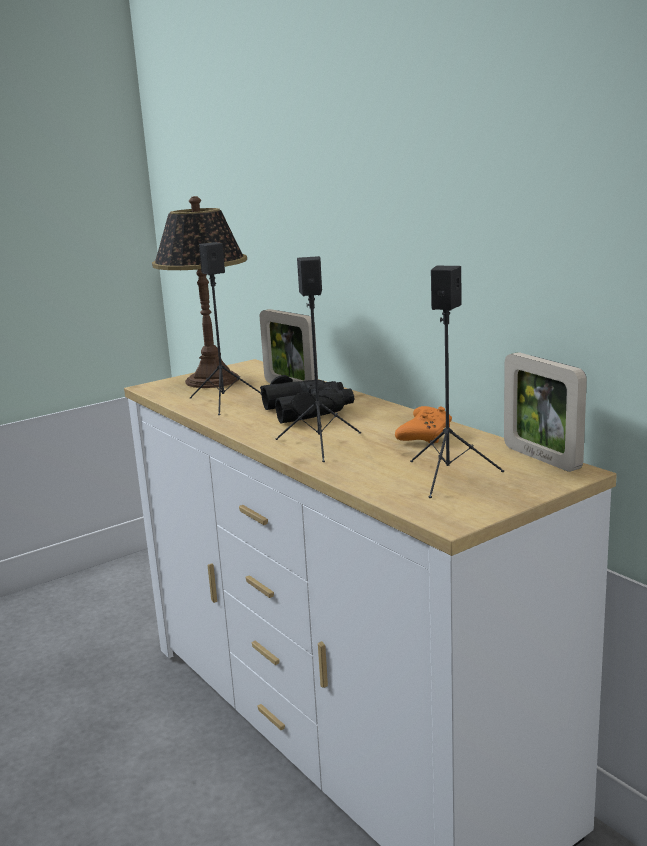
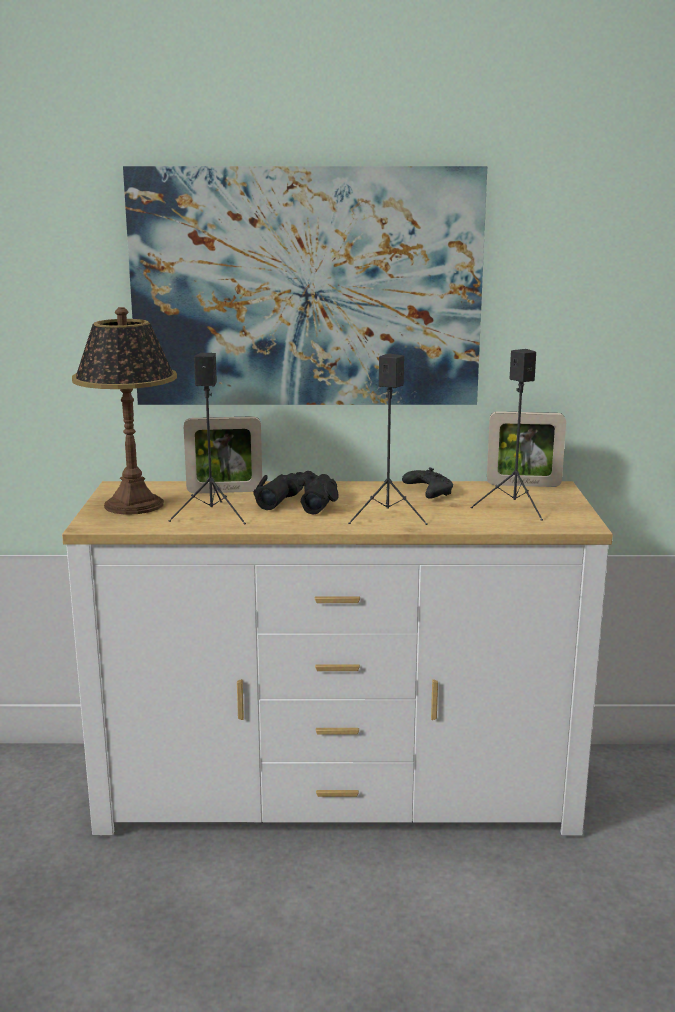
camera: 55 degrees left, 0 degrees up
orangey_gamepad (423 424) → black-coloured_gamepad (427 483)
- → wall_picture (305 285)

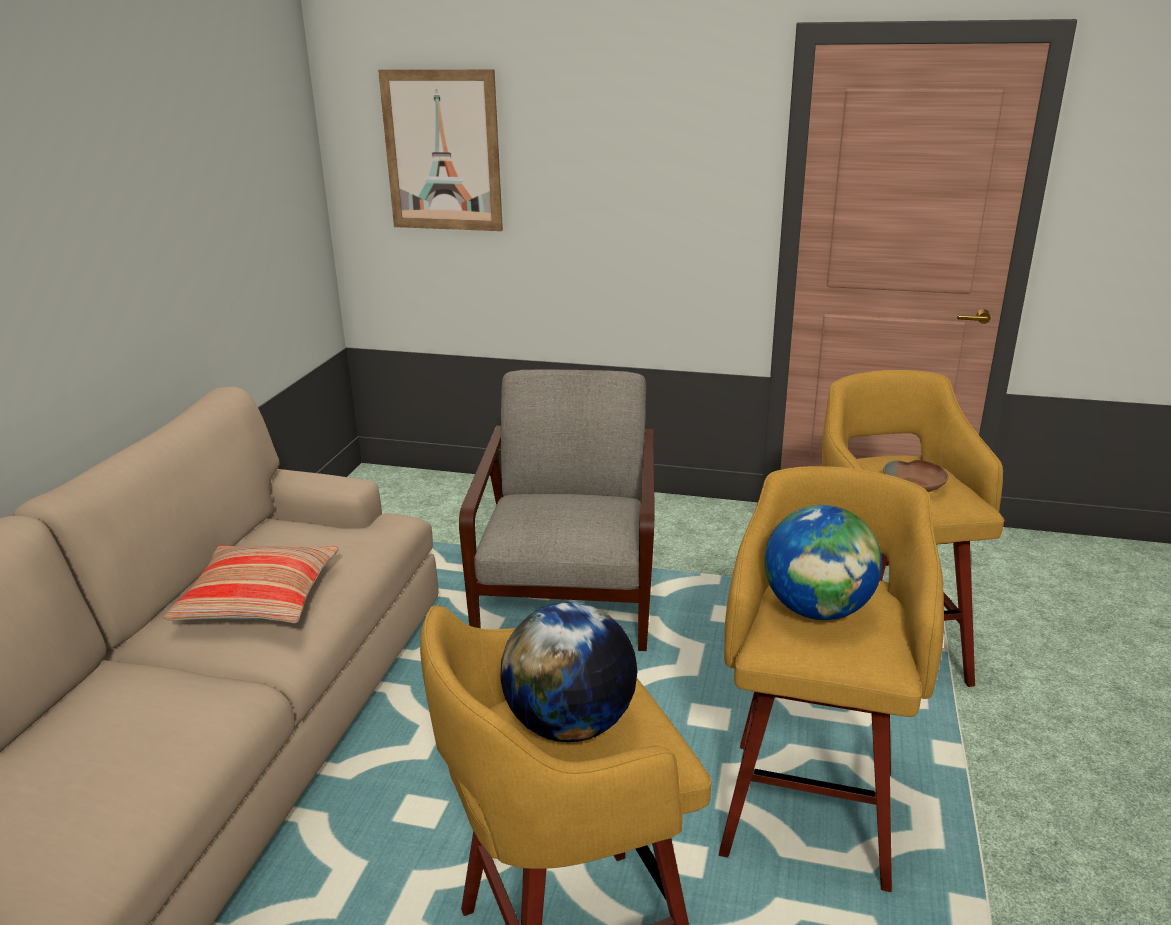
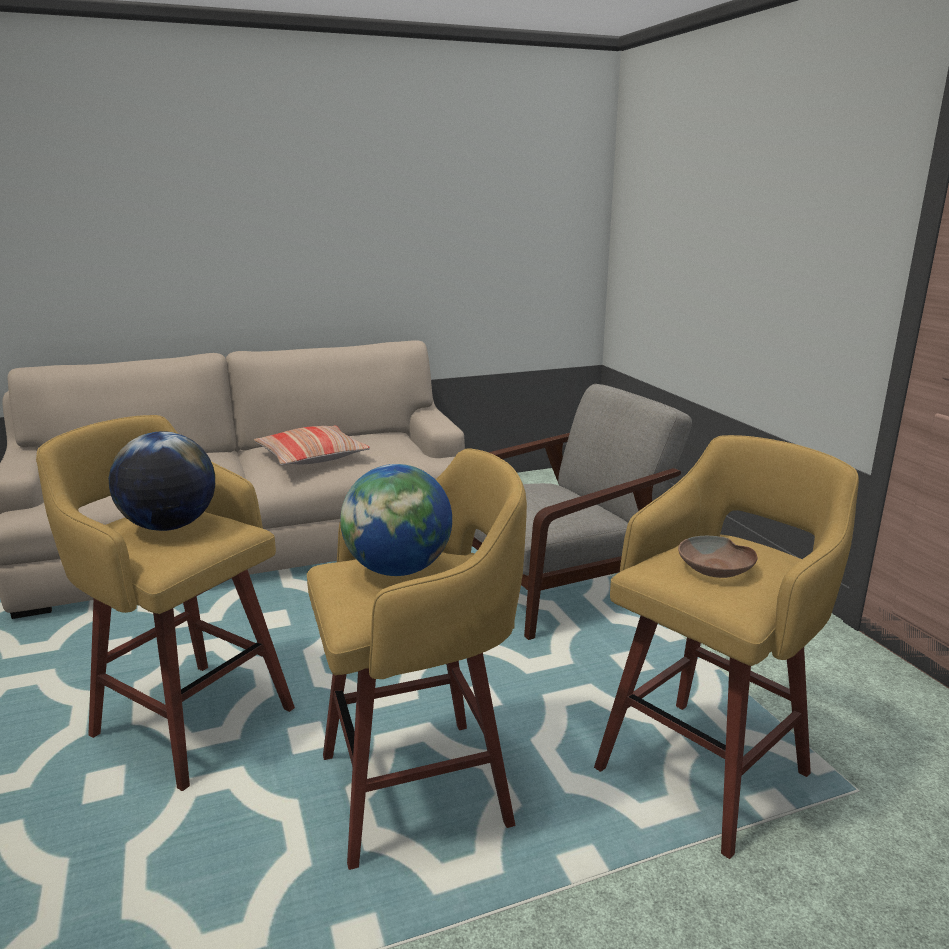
camera: 55 degrees right, 5 degrees down
wall_picture (440 150) → -

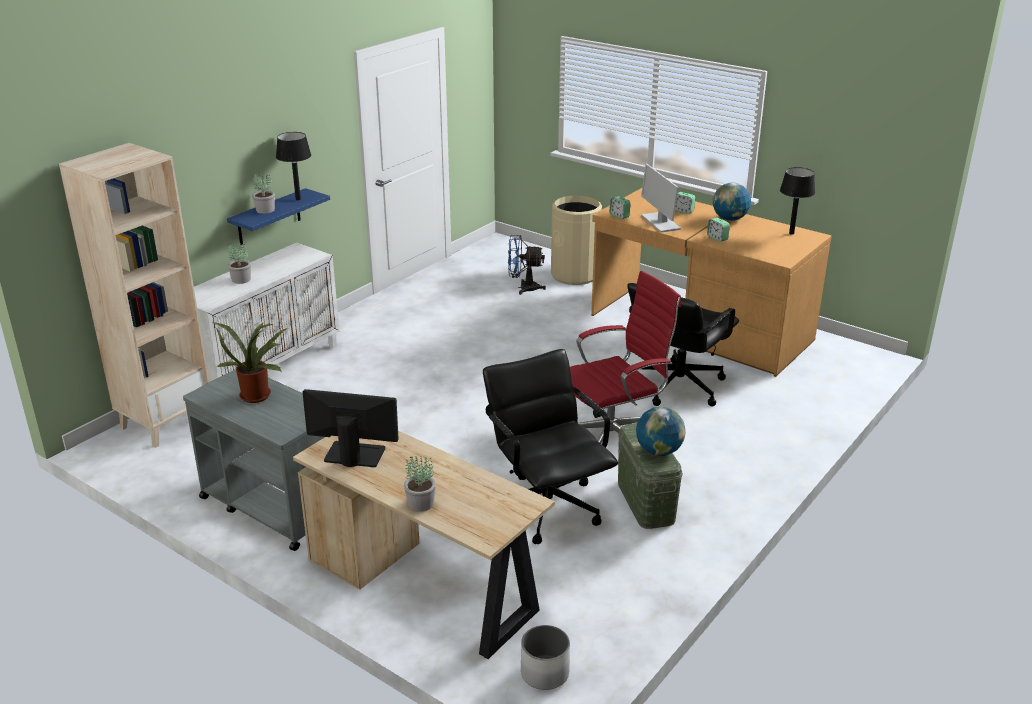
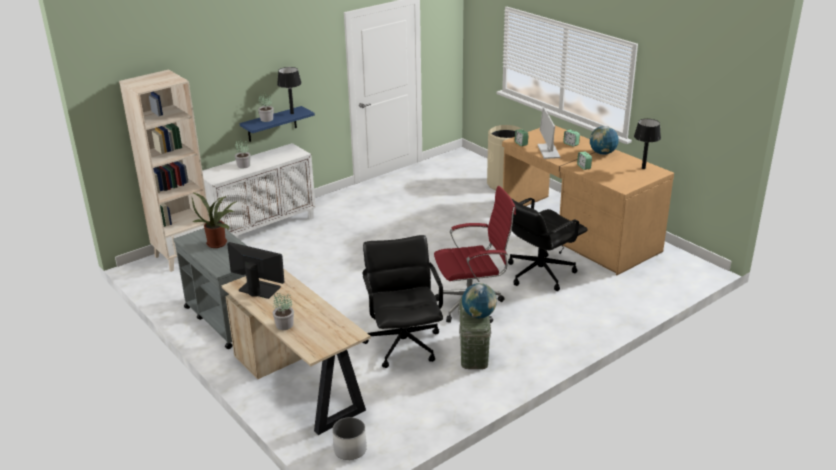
camera: 15 degrees right, 0 degrees up
blue_electric_fan (527 265) → -

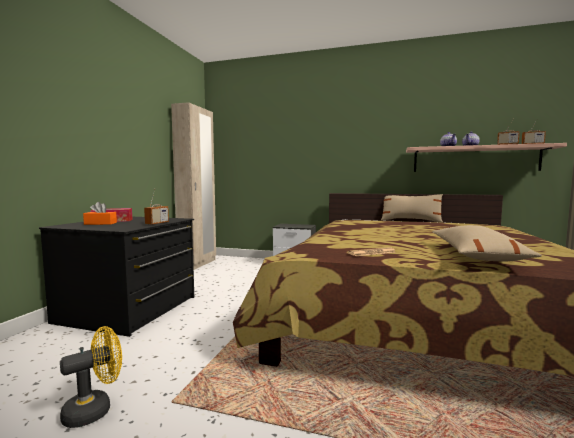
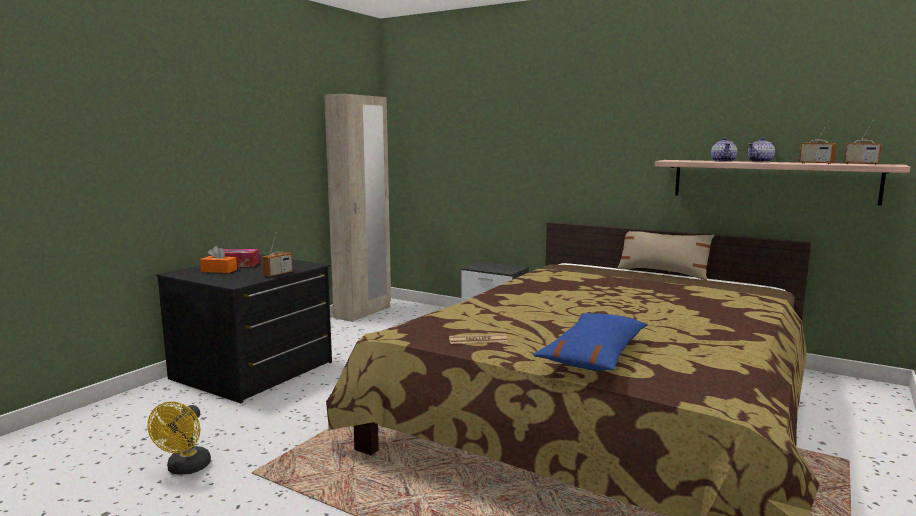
camera: 15 degrees right, 5 degrees up
yellow-coloured_electric_fan (91 377) → yellow-coloured_electric_fan (179 438), 120 degrees clockwise
beige_throw_pillow (487 243) → blue_throw_pillow (590 341)

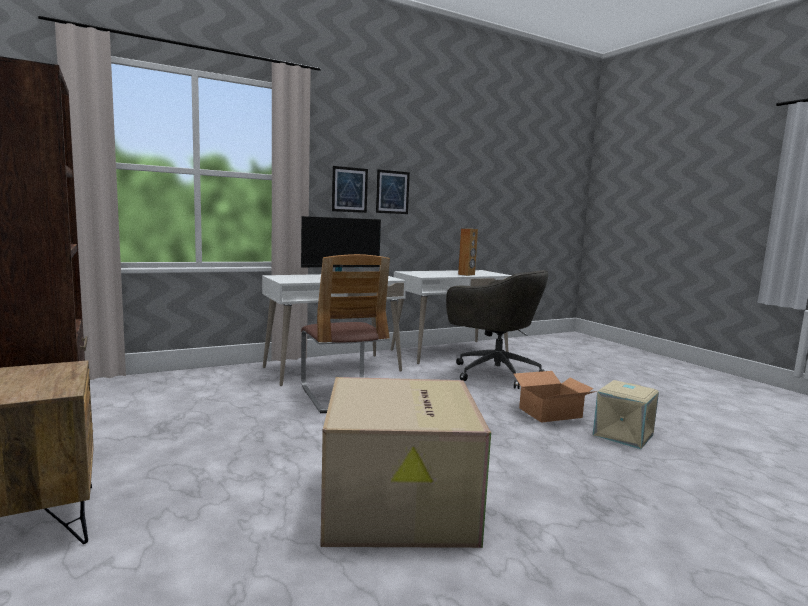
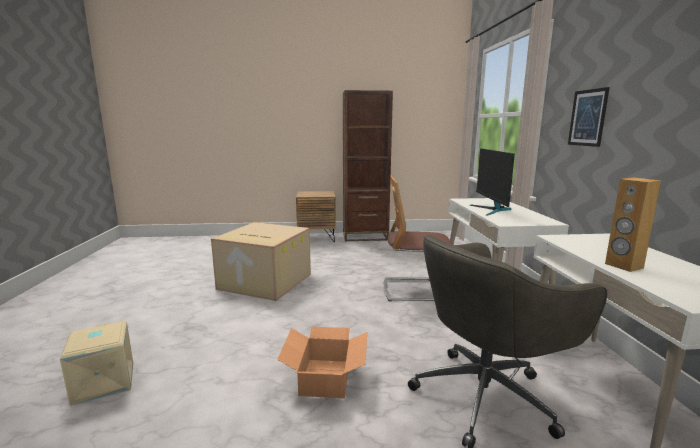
camera: 115 degrees right, 5 degrees up
wall_picture (393 191) → -
beige_storage_container (626 414) → beige_storage_container (96 363), move

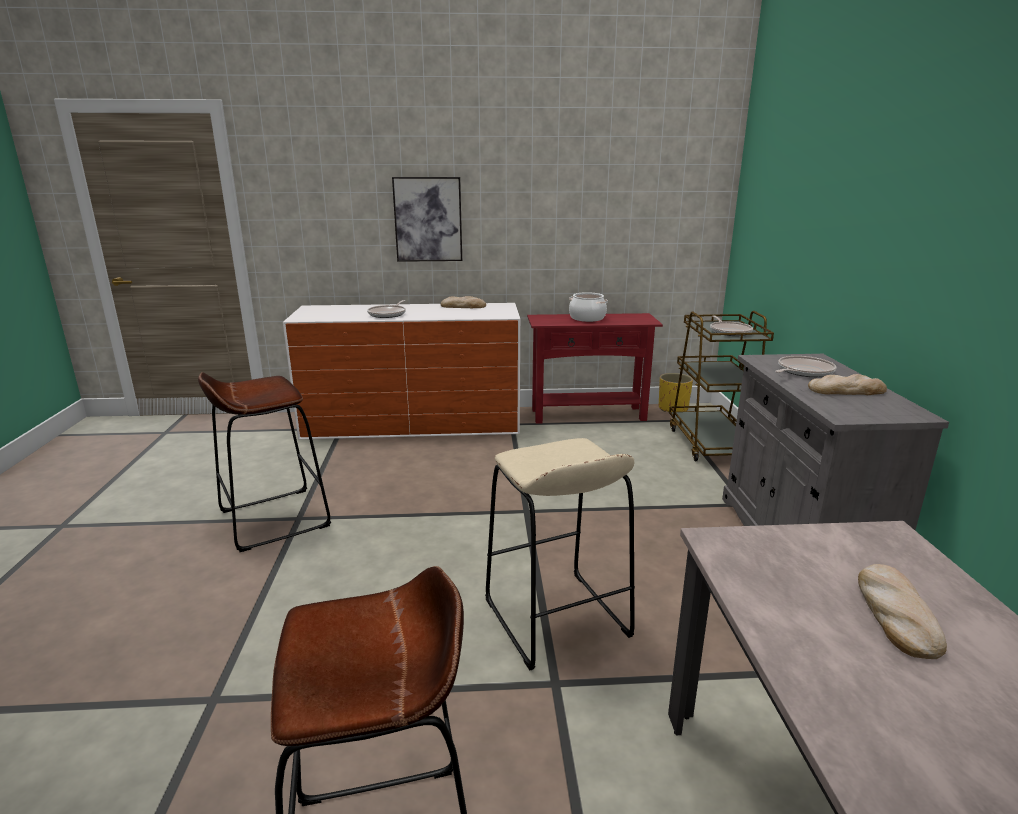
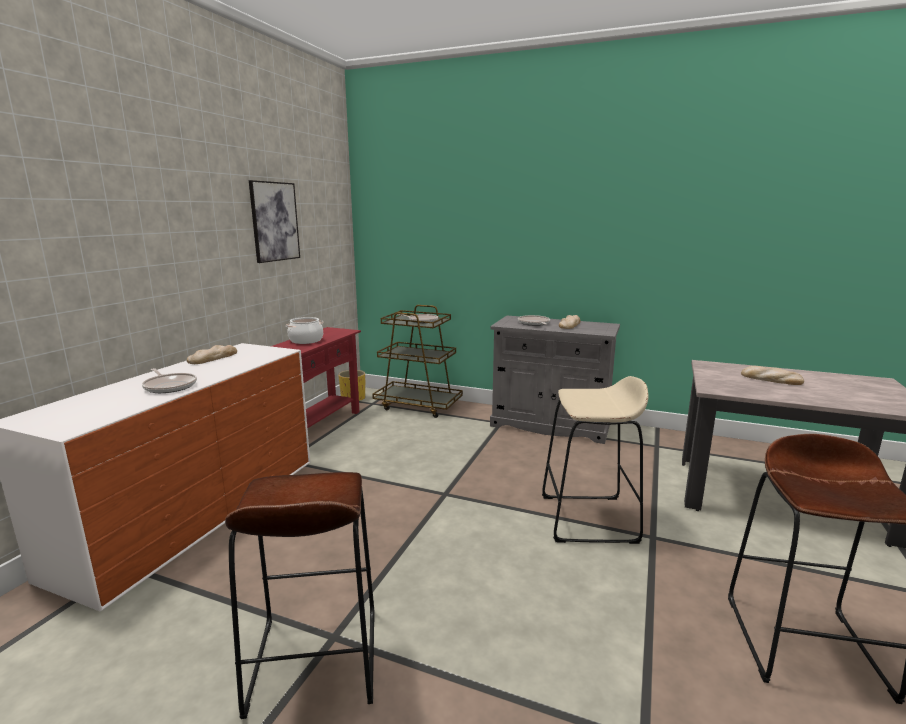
camera: 65 degrees left, 5 degrees down
wall_picture (427 219) → wall_picture (274 221), move

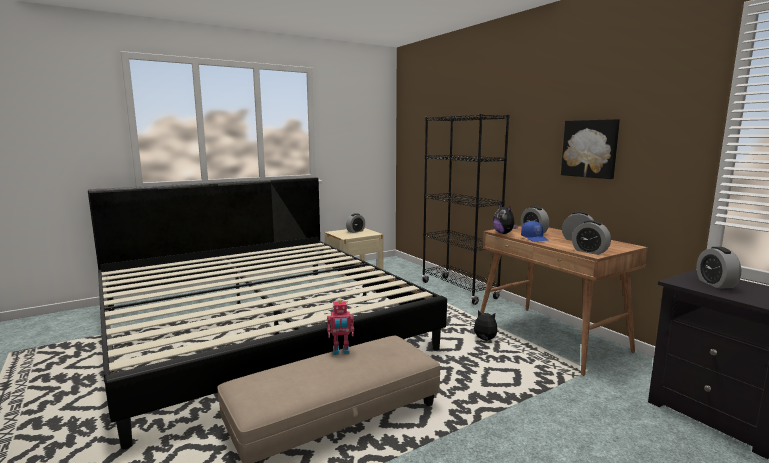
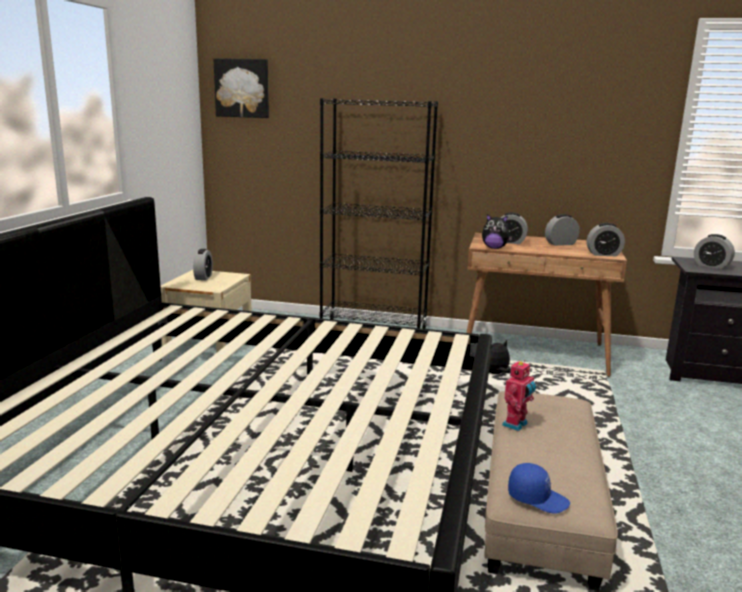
camera: 45 degrees left, 5 degrees up
blue_peaked_cap (535 231) → blue_peaked_cap (539 488), move
wall_picture (590 149) → wall_picture (241 88), move

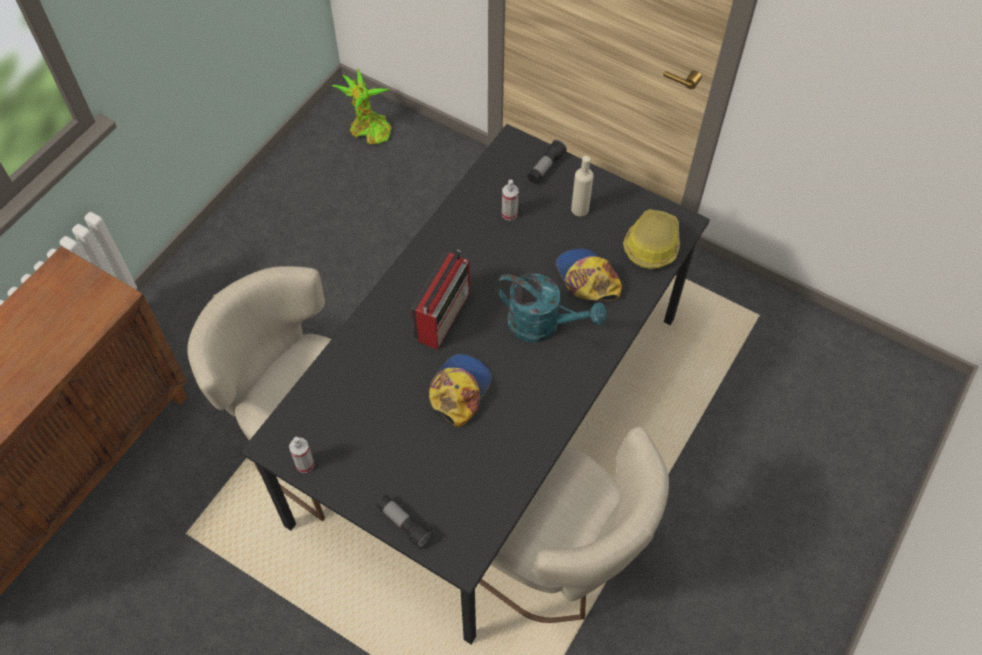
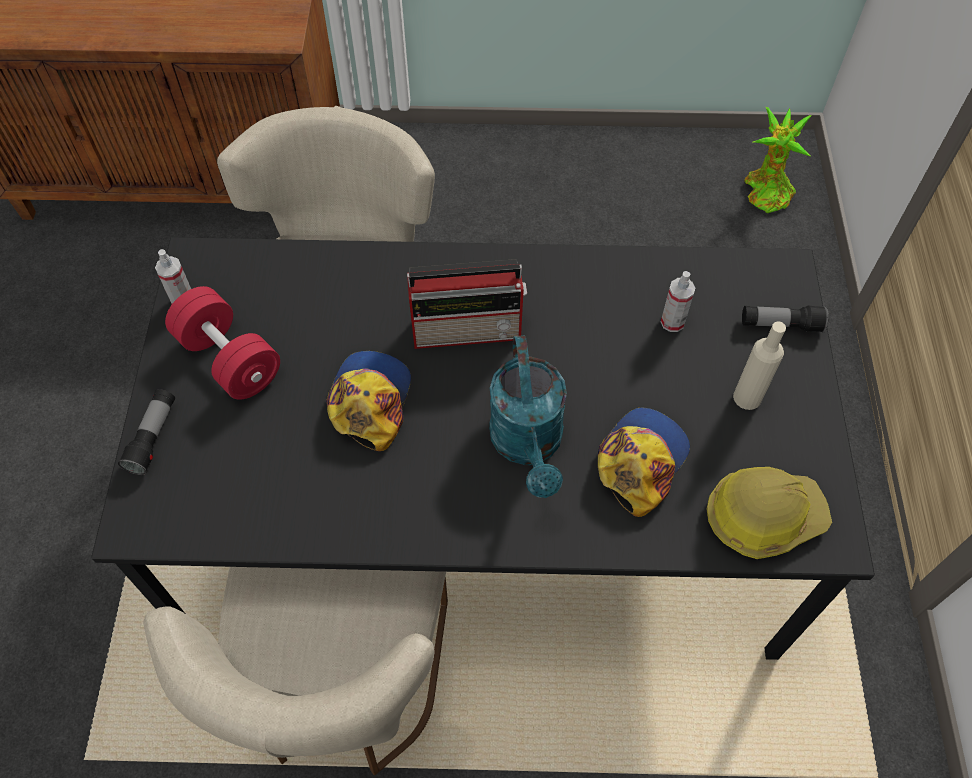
camera: 60 degrees right, 0 degrees up
peaked_cap (460 390) → peaked_cap (368 401), 75 degrees counterclockwise
- → red-coloured_hand_weight (222 343)

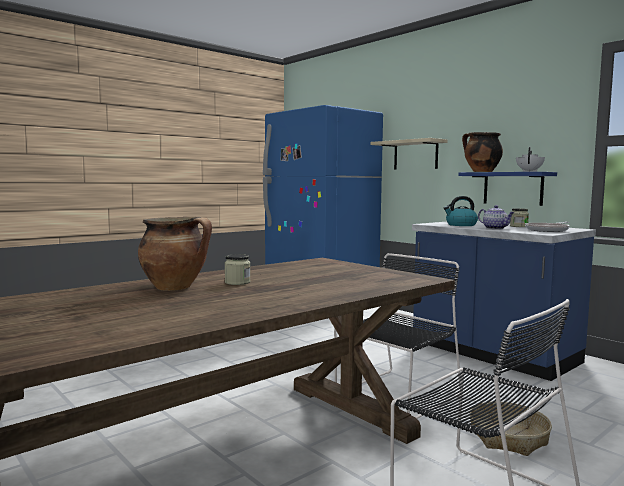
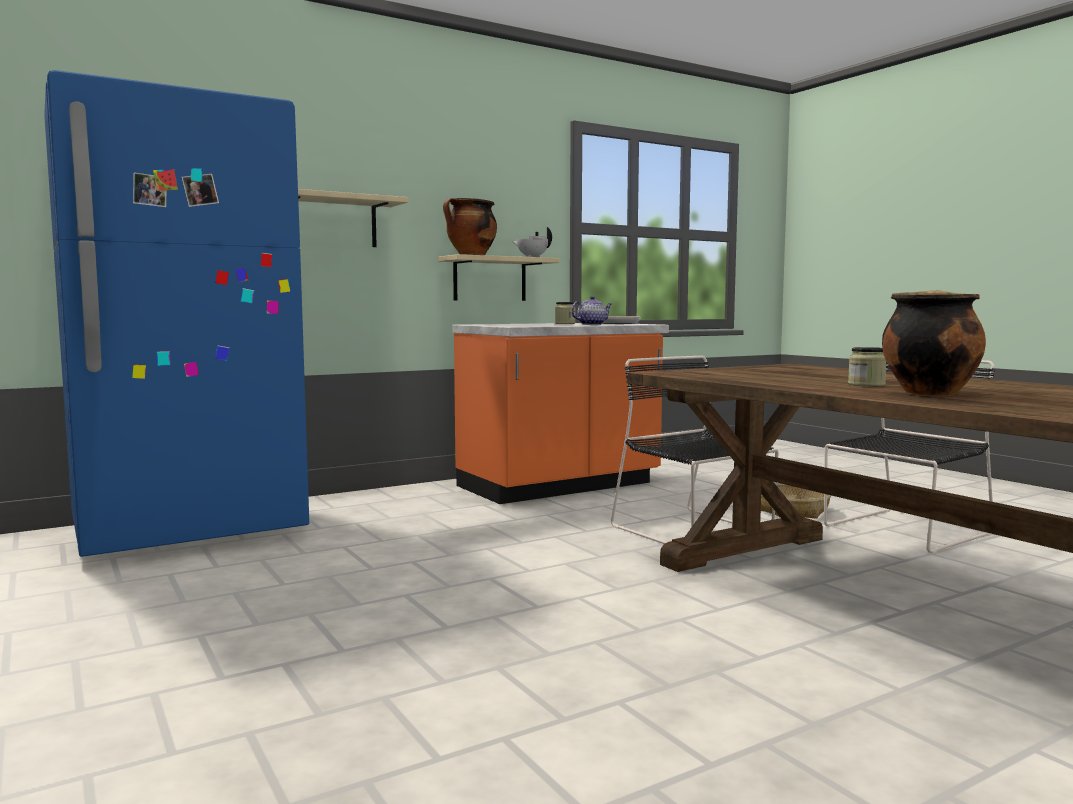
camera: 80 degrees left, 0 degrees up
blue_counter (504 301) → orangey_counter (560 413)
tea_kettle (461 211) → -
blue_bracket_shelf (507 189) → beige_bracket_shelf (499 277)

